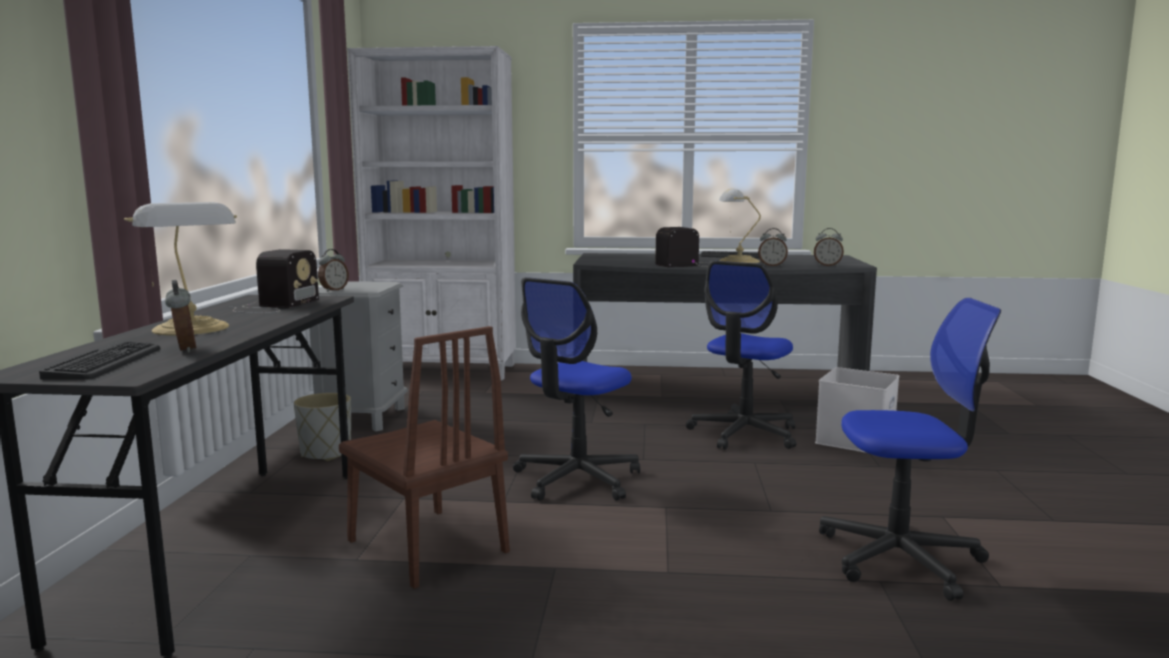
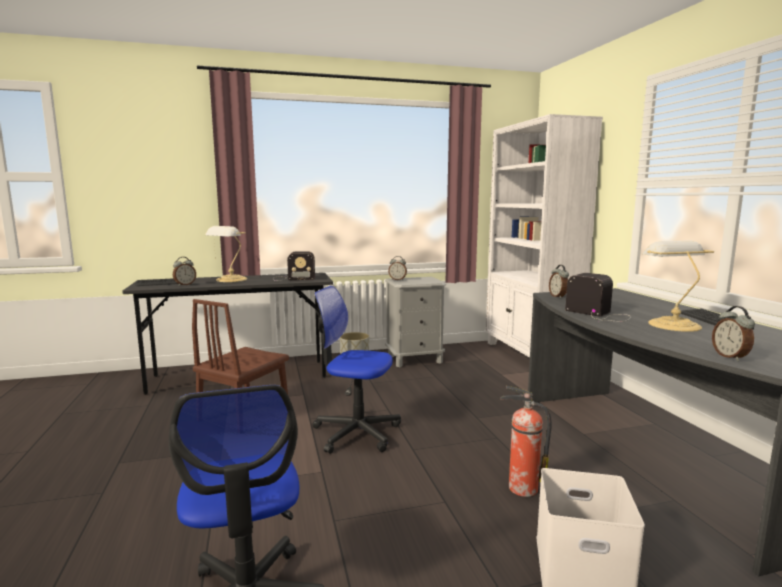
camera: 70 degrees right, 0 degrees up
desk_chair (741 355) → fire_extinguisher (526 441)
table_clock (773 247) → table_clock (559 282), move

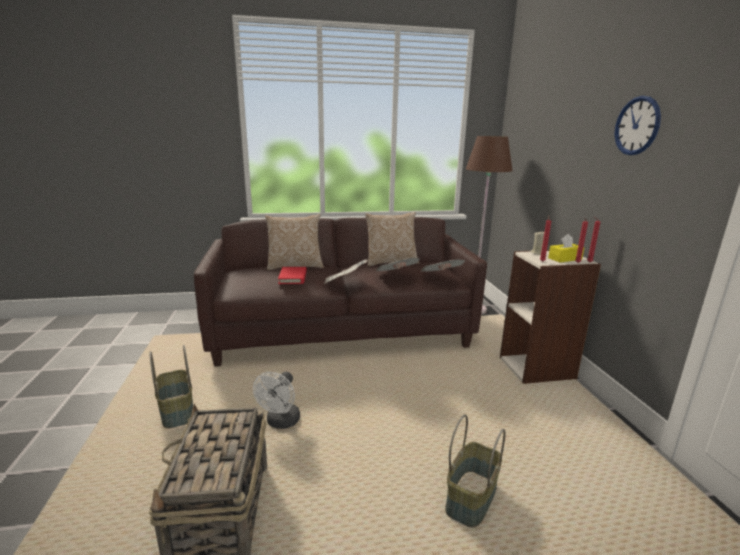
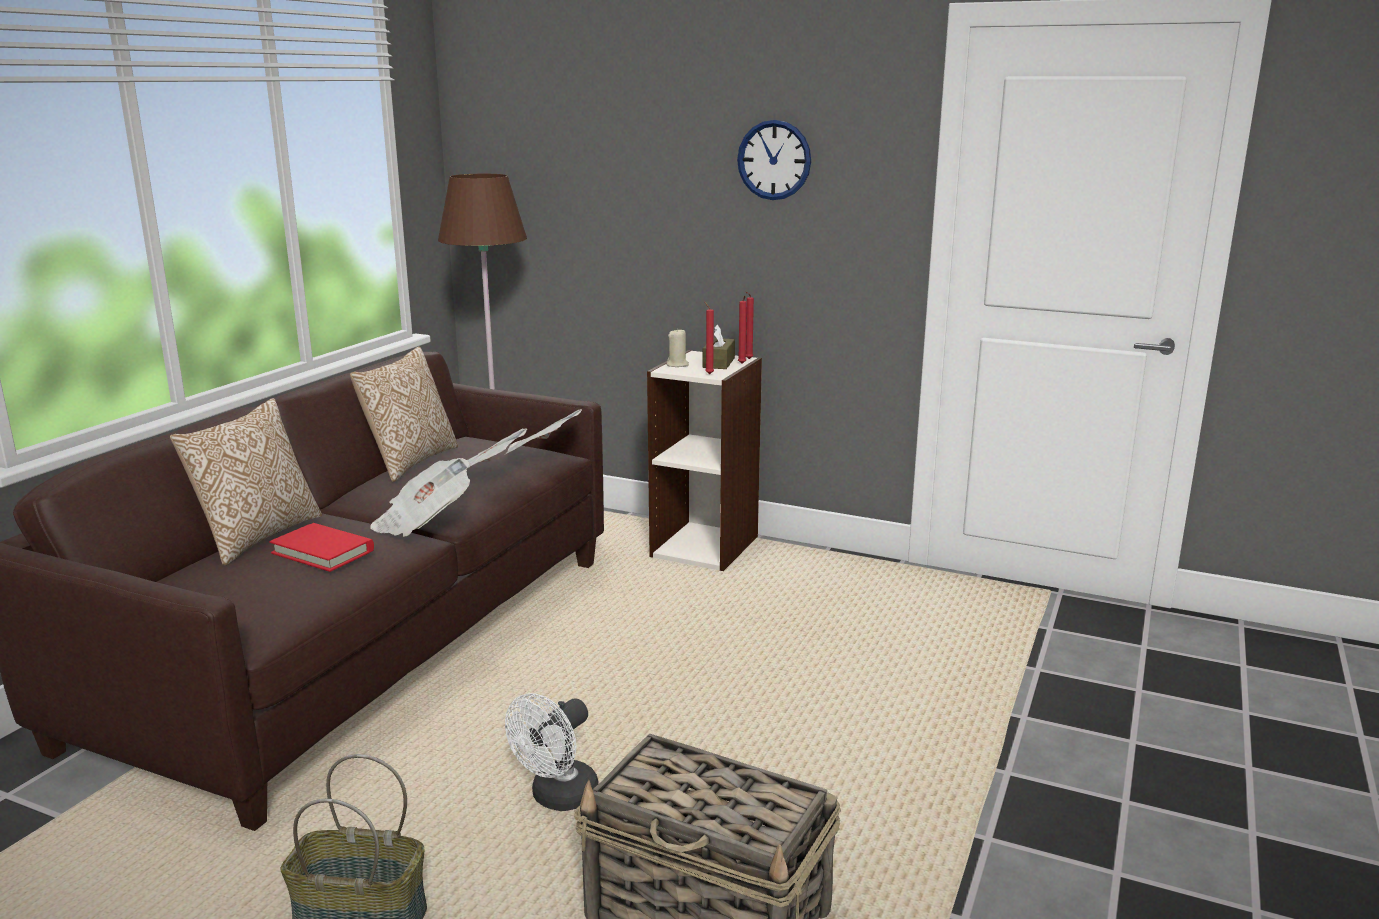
camera: 55 degrees left, 0 degrees up
white-coloured_electric_fan (276 400) → white-coloured_electric_fan (551 752), 75 degrees clockwise
household_basket (475 471) → -
yellow-coloured_box_of_tissues (566 248) → brown-coloured_box_of_tissues (719 346)

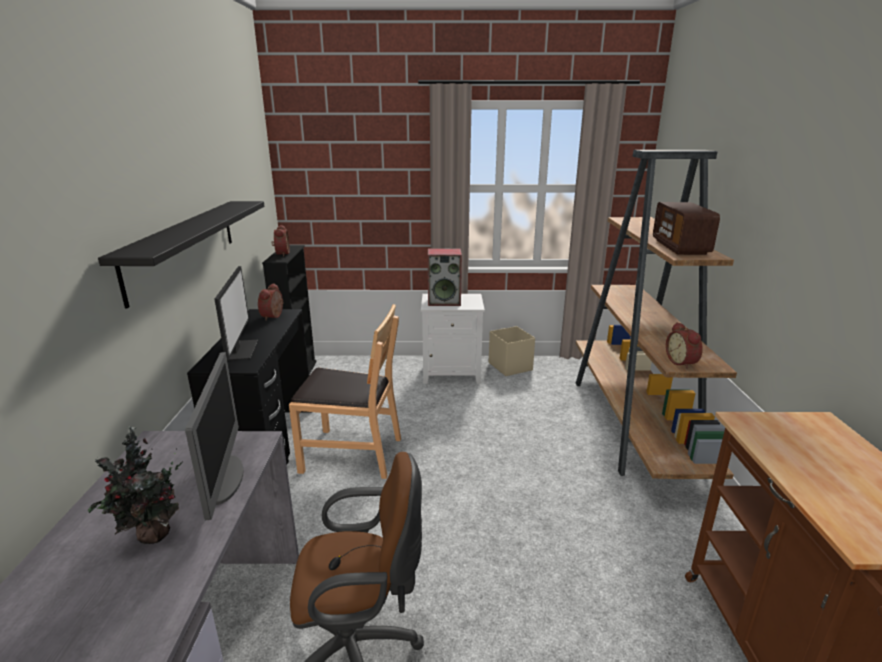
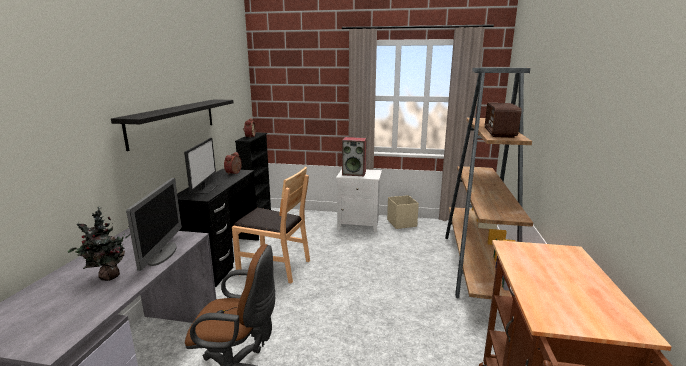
camera: 10 degrees right, 5 degrees down
table_clock (684 345) → -

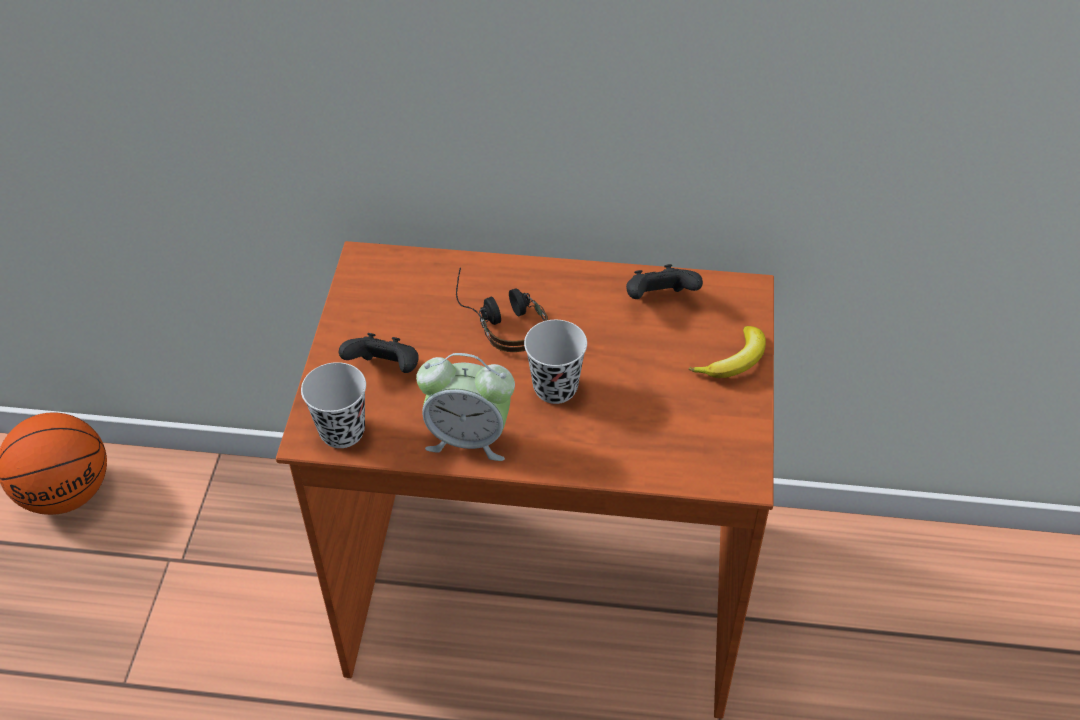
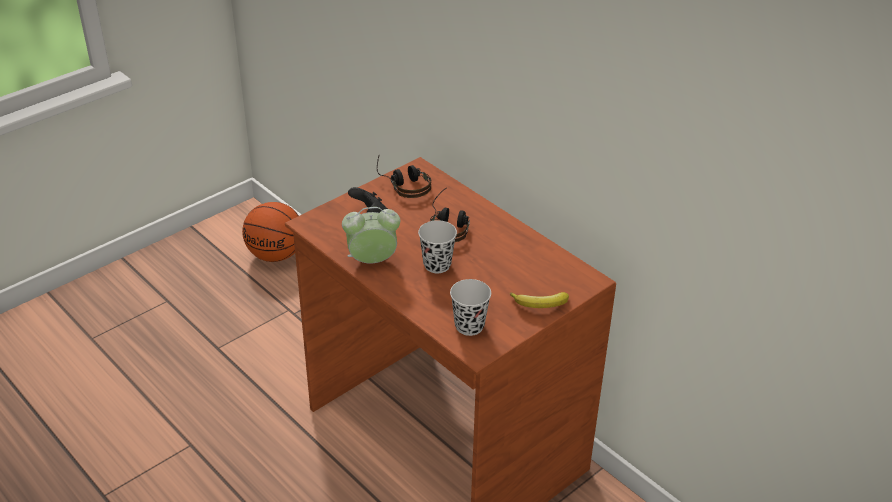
camera: 40 degrees right, 10 degrees down
black-coloured_cup (333 405) → black-coloured_cup (470 307), move
table_clock (465 407) → table_clock (371 235), 120 degrees clockwise
black-coloured_gamepad (664 281) → -
- → headphones (404 177)

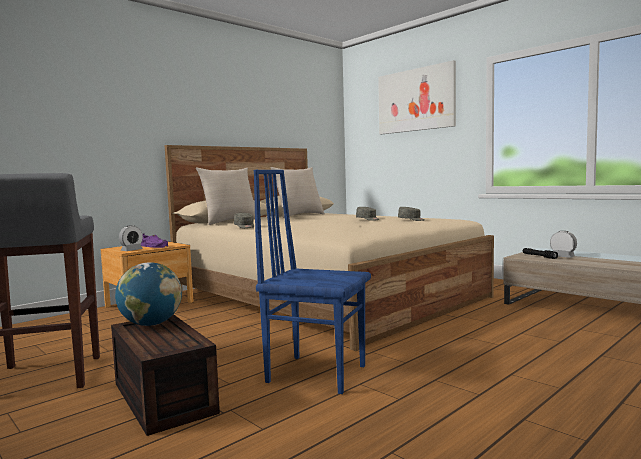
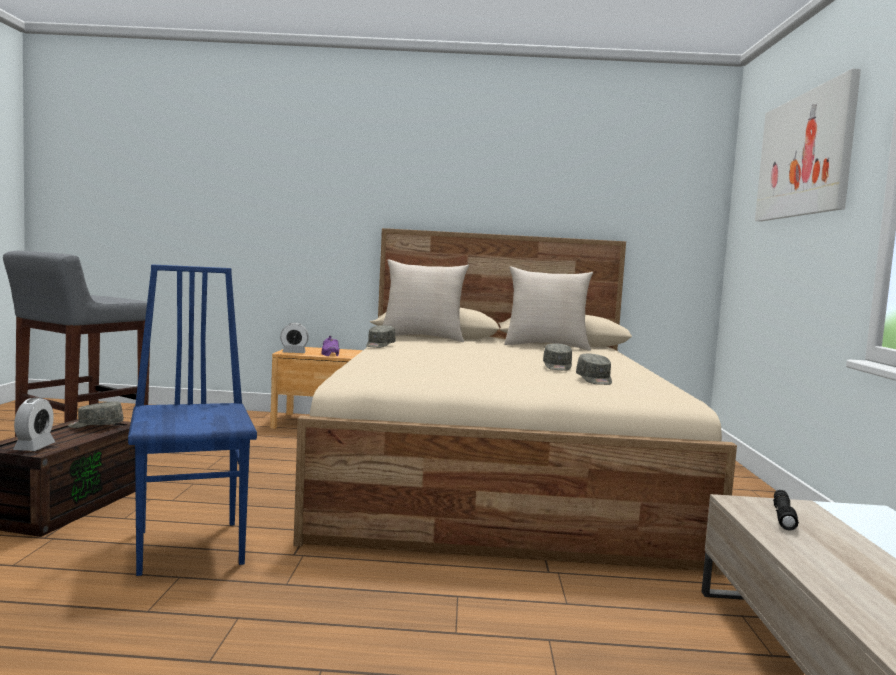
camera: 45 degrees right, 0 degrees up
globe (148 294) → gray_peaked_cap (95 414)
table_clock (563 244) → table_clock (34 424), move

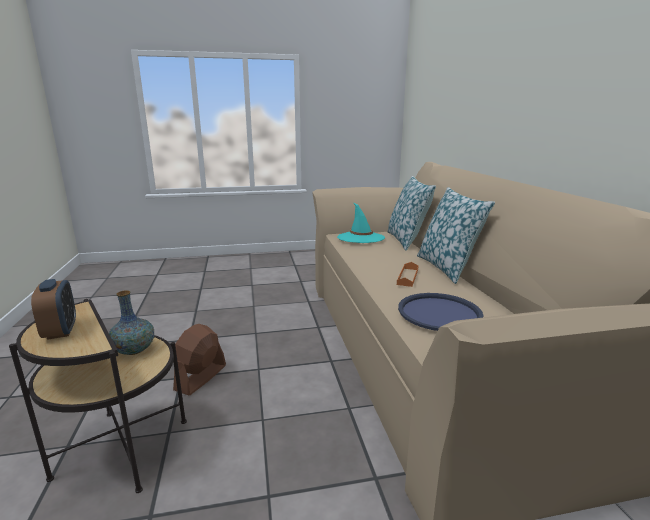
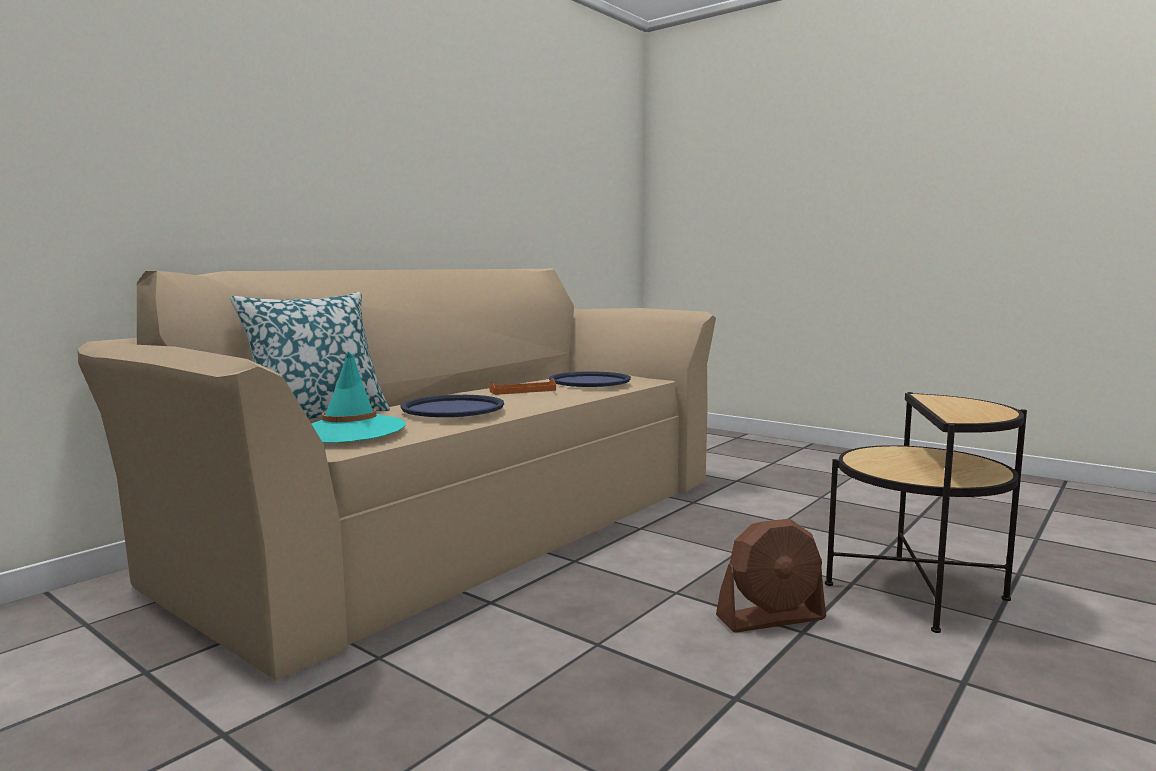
camera: 130 degrees left, 10 degrees down
table_clock (53 309) → -
vase (131 322) → -
throw_pillow (456 235) → -
- → blue_tray (452 406)

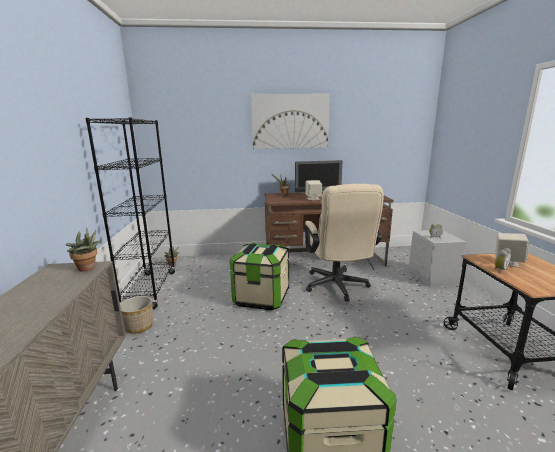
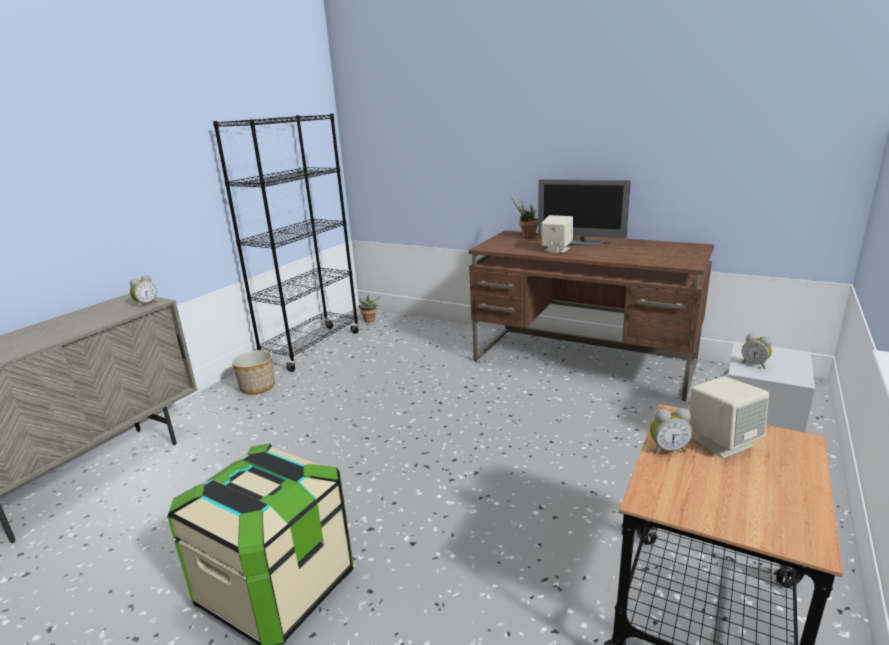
camera: 35 degrees right, 5 degrees up
potted_plant (83 249) → table_clock (143 291)
storage_container (259 276) → -
wall_picture (290 121) → -
beige_desk_chair (344 242) → -

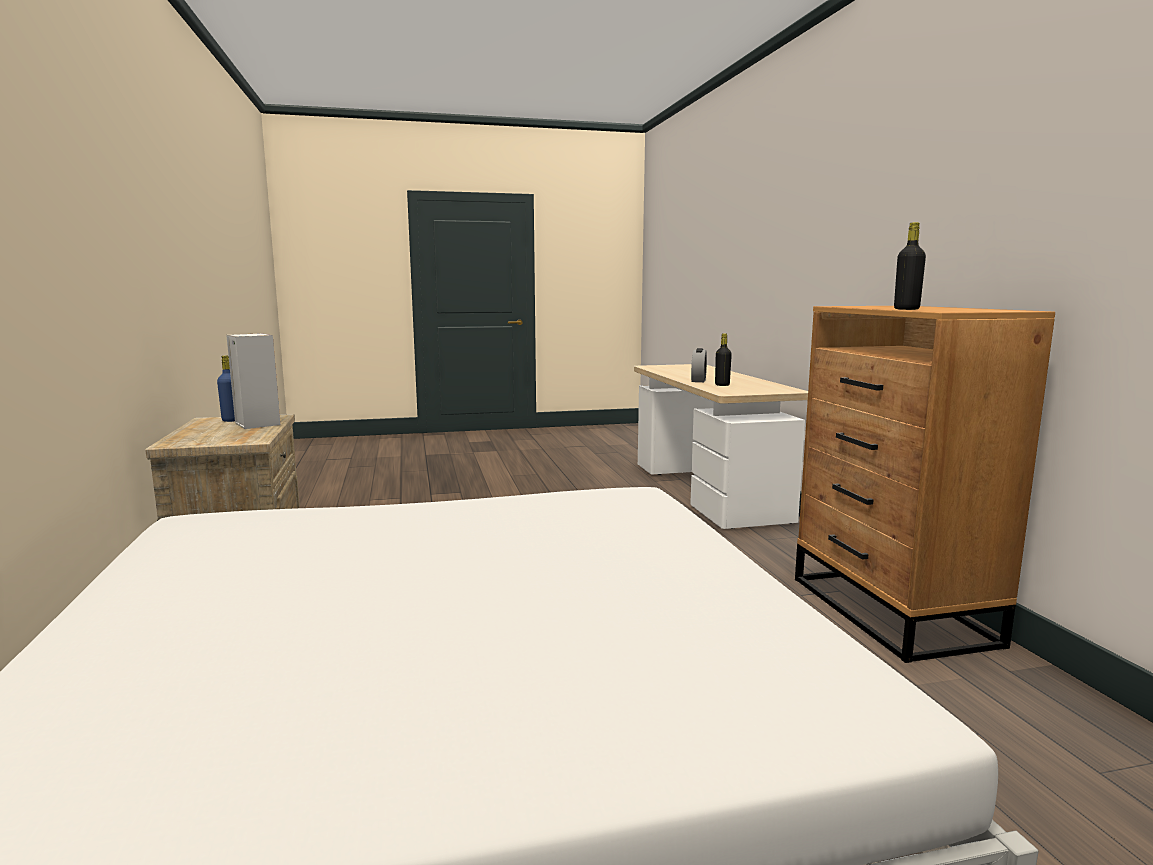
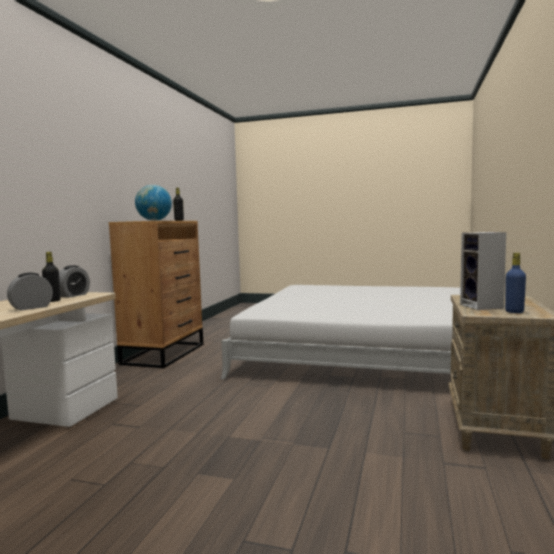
camera: 150 degrees left, 5 degrees down
- → table_clock (74 281)
- → globe (153 203)

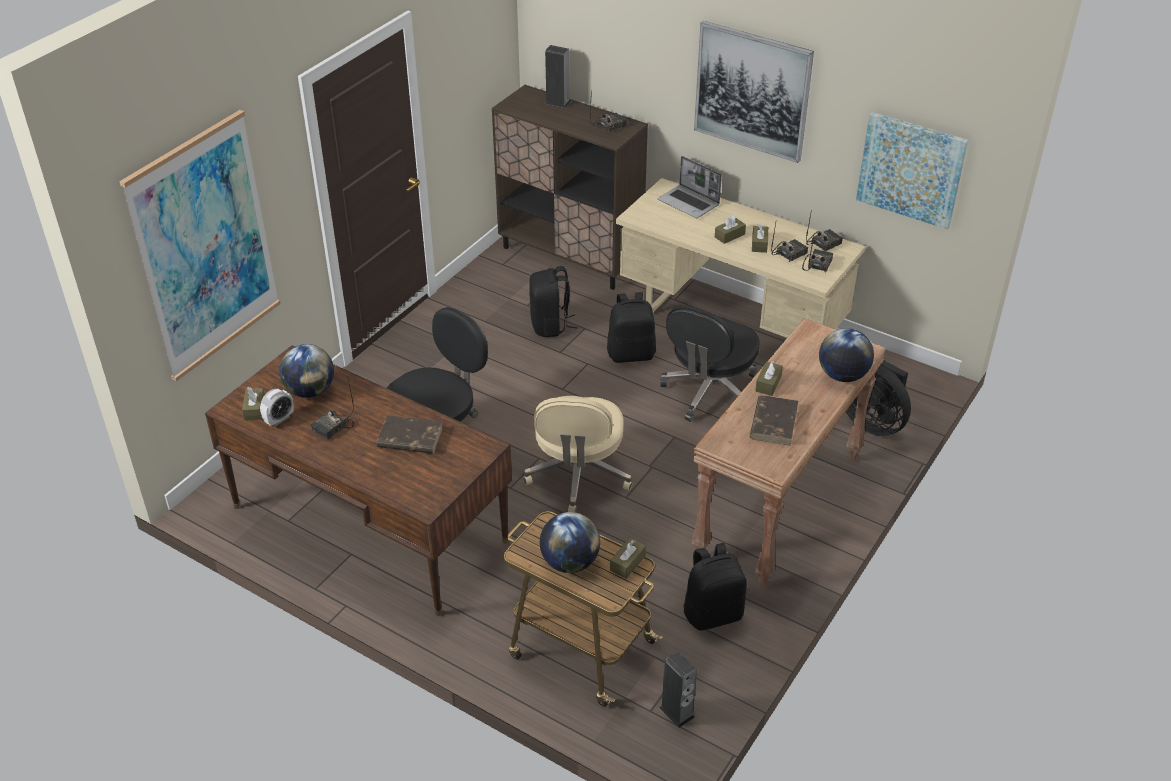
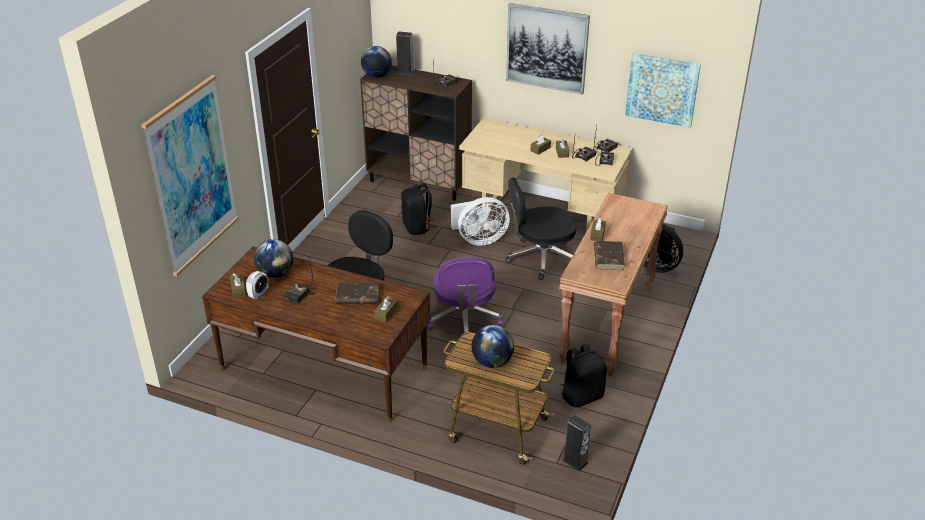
camera: 10 degrees left, 5 degrees down
beige_desk_chair (578 454) → purple_desk_chair (465 295)
black-coloured_knapsack (631 327) → white-coloured_electric_fan (480 221)
brown-coloured_box_of_tissues (628 558) → brown-coloured_box_of_tissues (386 309), move
portable_computer (690 187) → -
black-coloured_desk_chair (710 363) → black-coloured_desk_chair (541 228), 60 degrees clockwise
globe (846 355) → globe (376 62), move

